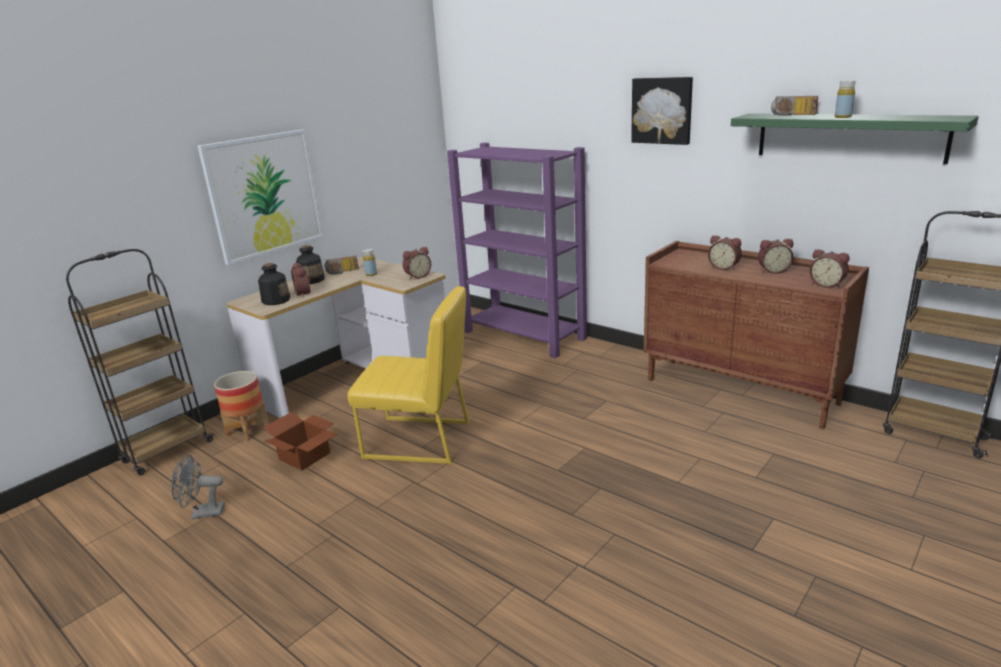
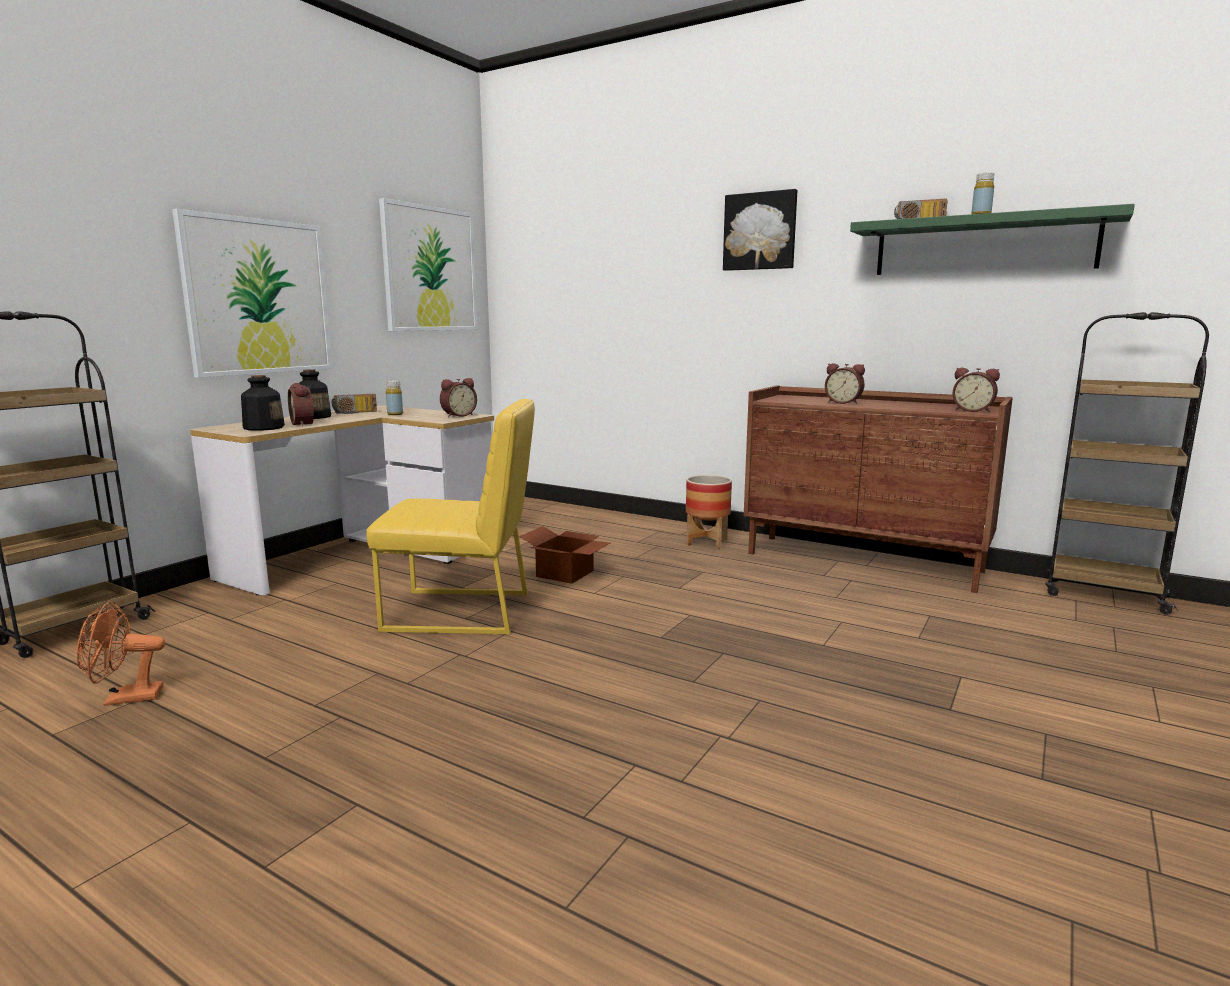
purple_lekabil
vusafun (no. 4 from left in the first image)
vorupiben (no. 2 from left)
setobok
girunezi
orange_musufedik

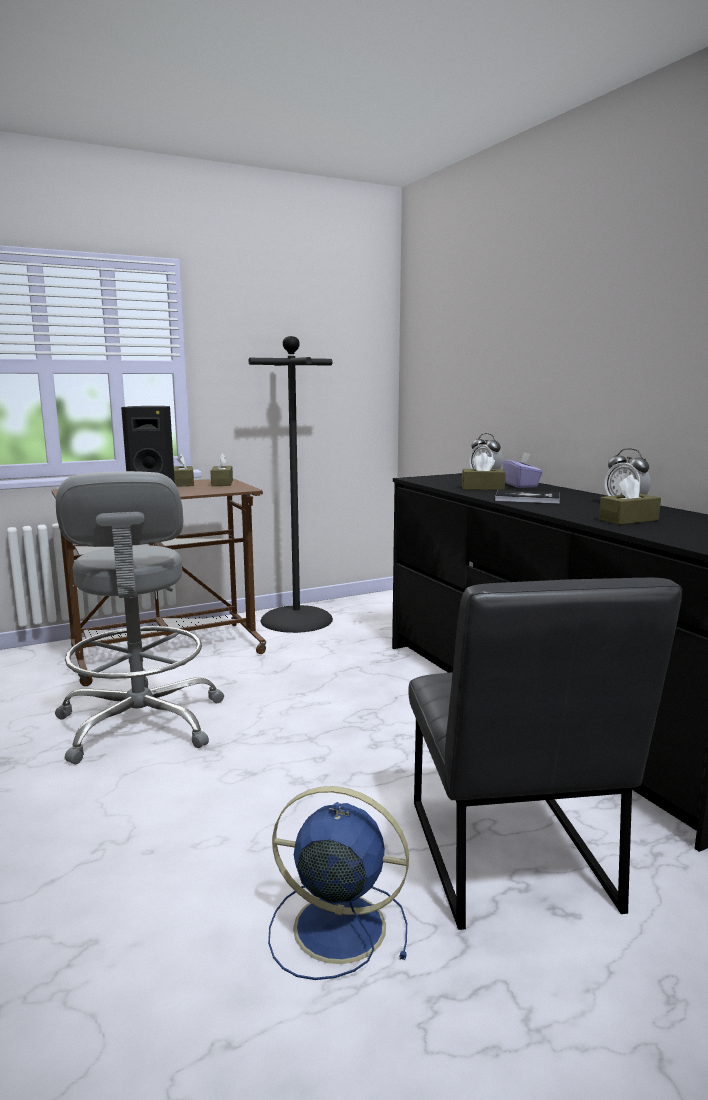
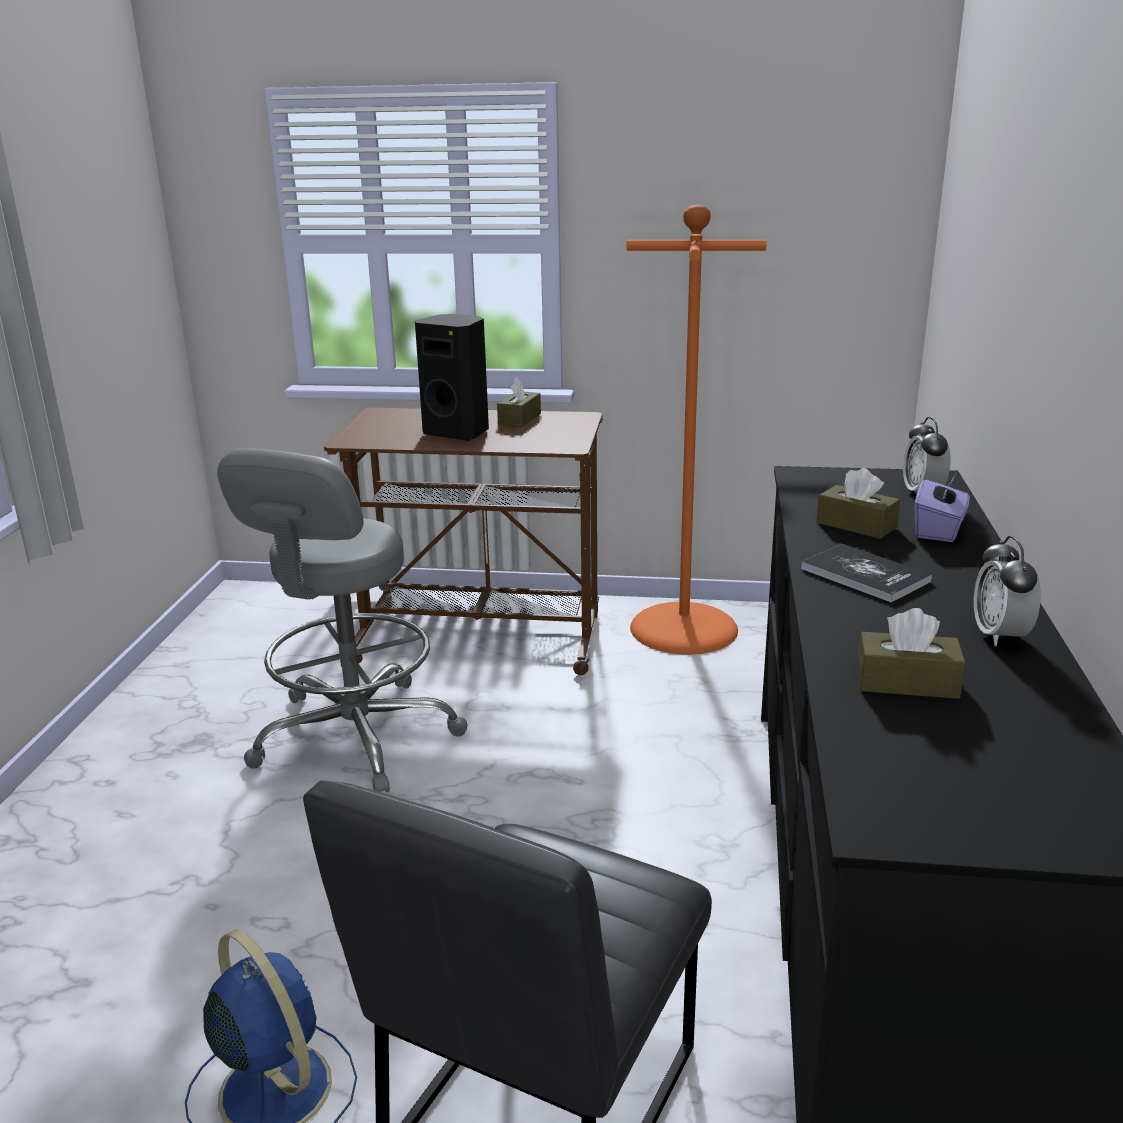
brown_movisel (no. 2 from left in the first image)
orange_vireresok

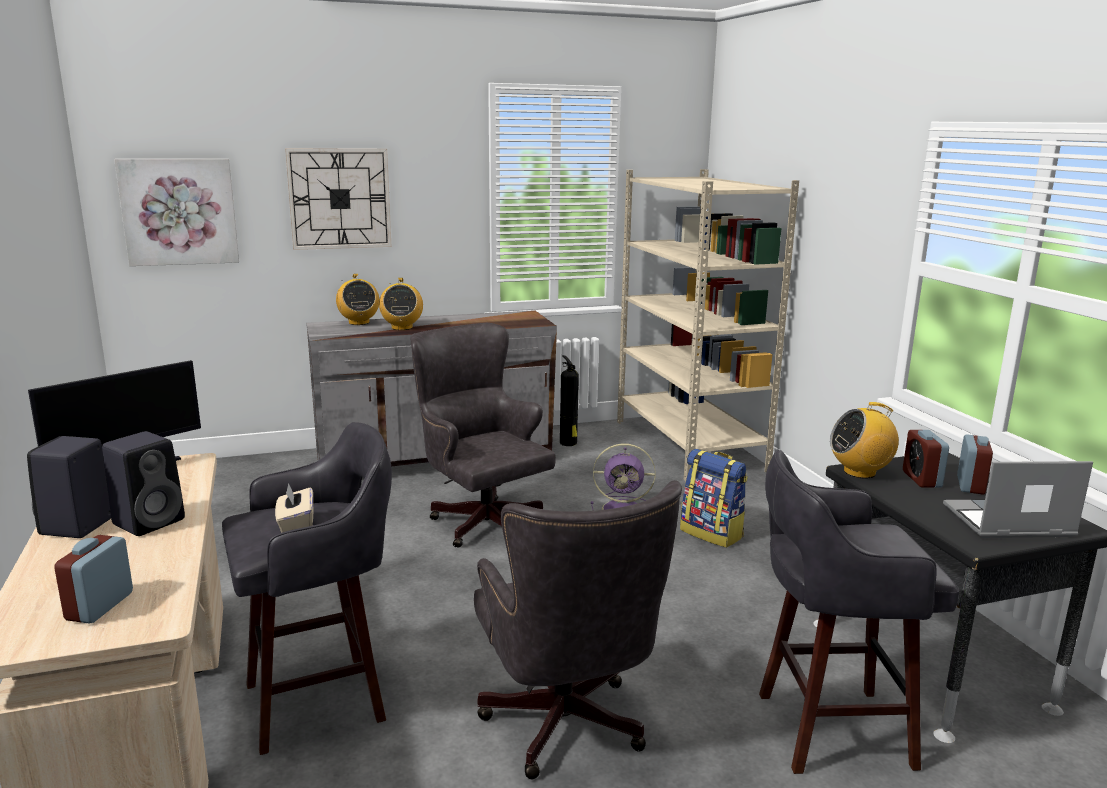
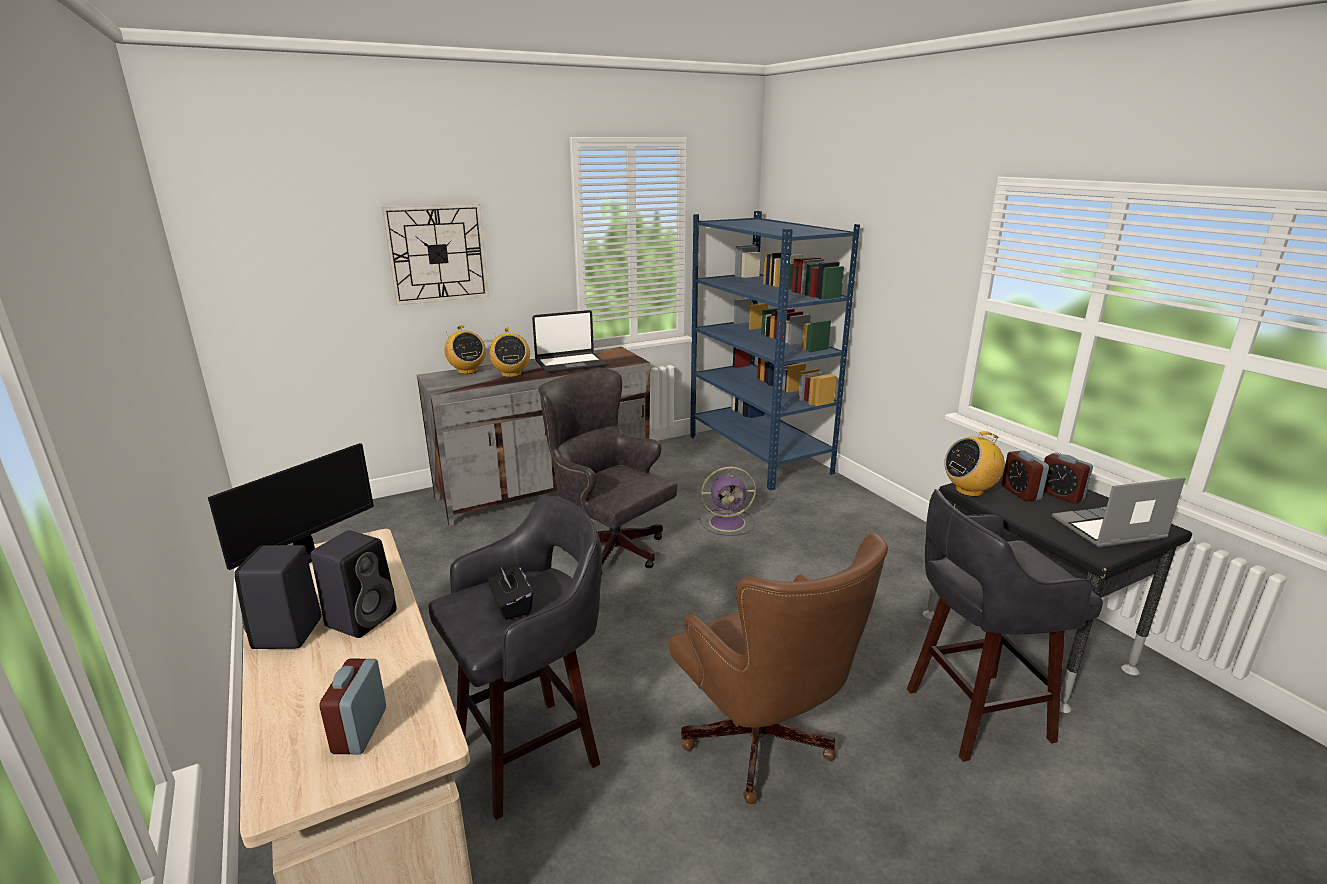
vorupiben
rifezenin
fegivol
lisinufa (no. 1 from left)
black_movisel
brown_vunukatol
blue_lekabil
vusafun (no. 3 from left)

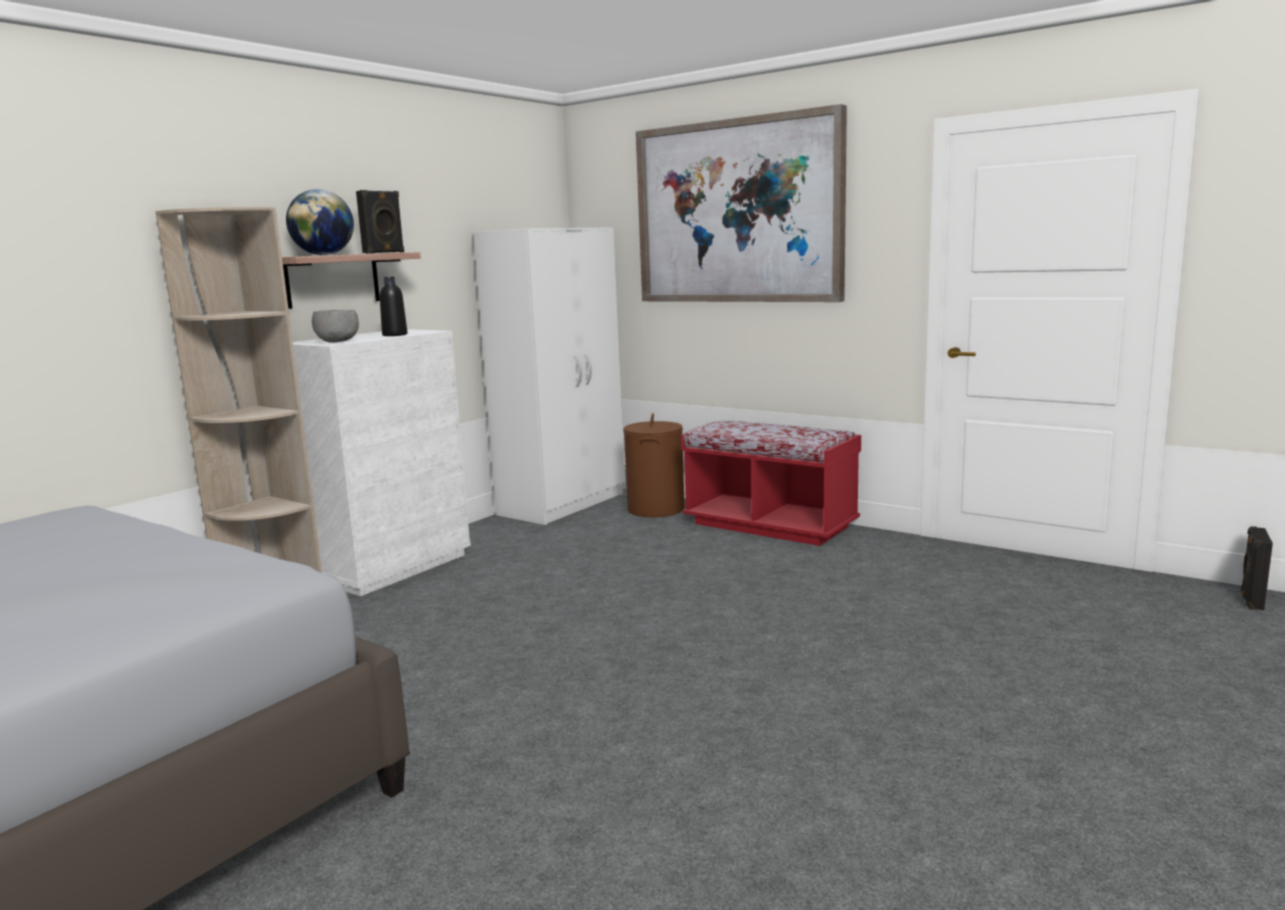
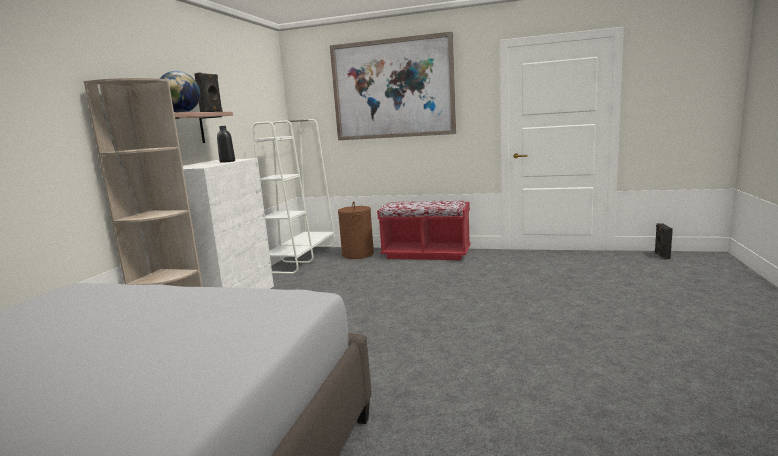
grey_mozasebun
white_vireresok

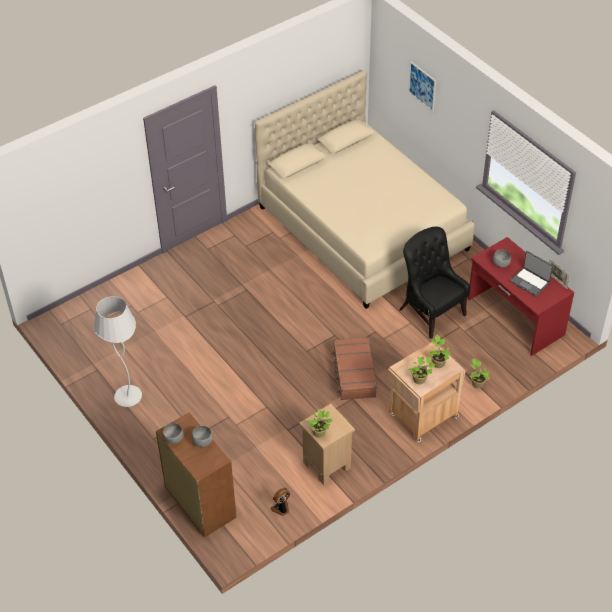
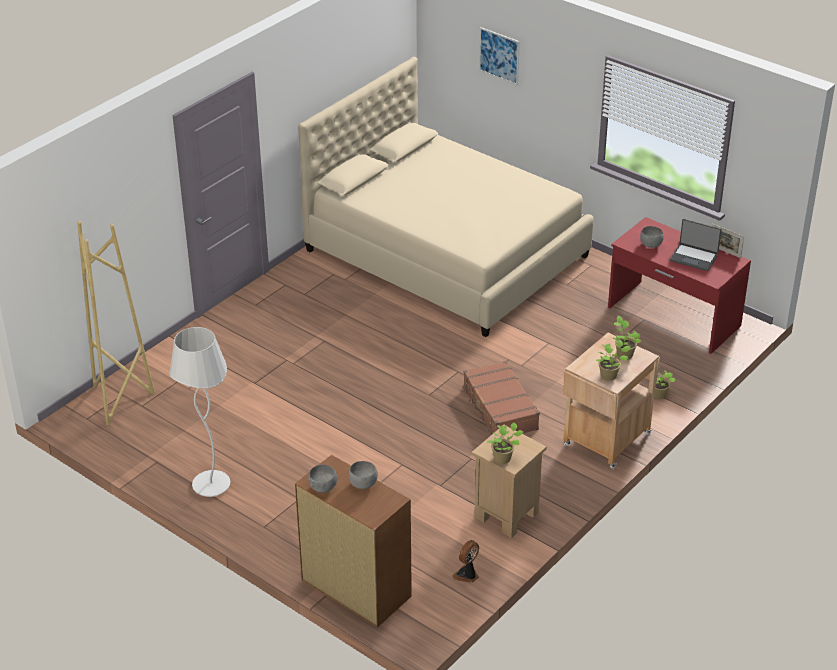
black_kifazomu
yellow_vireresok

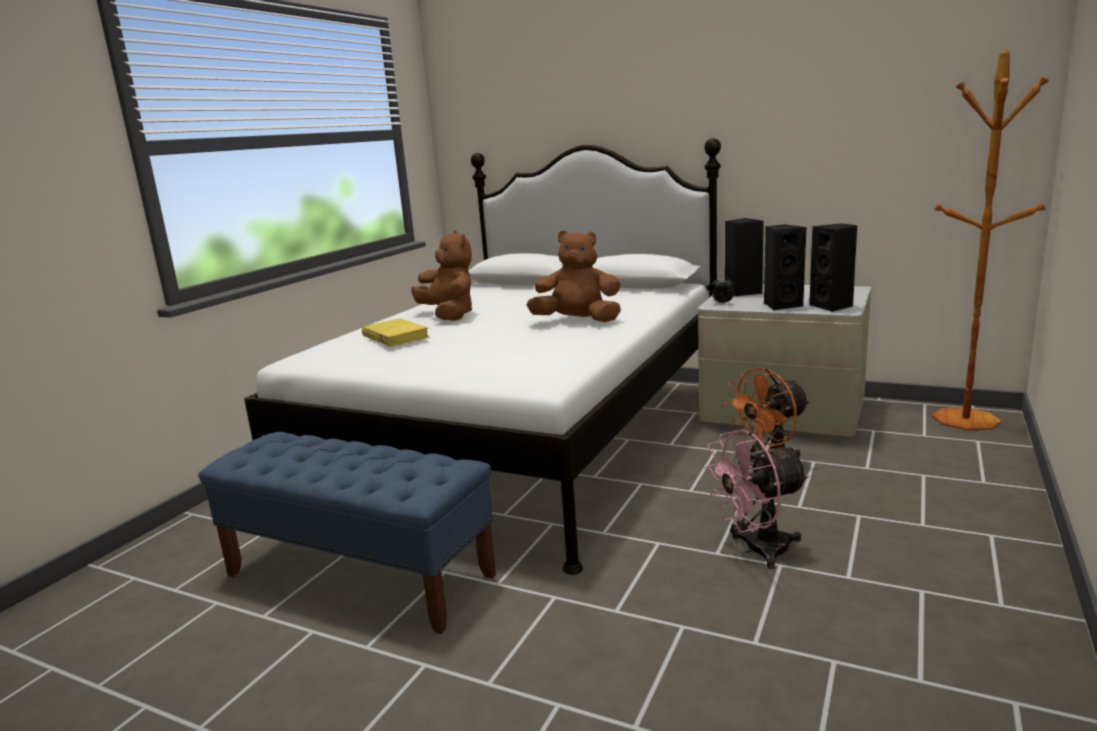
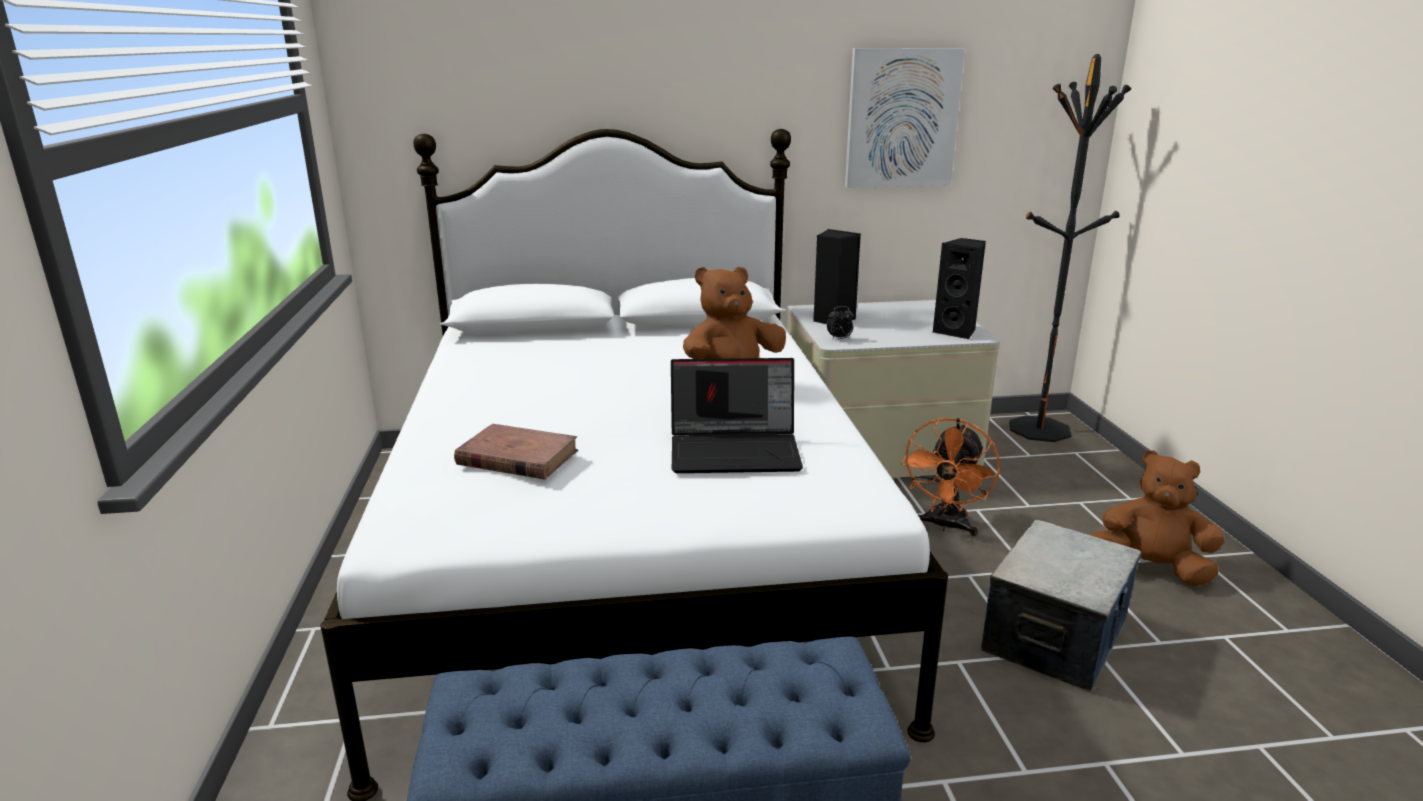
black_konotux (no. 2 from left in the first image)
lisinufa
vorupiben
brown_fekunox (no. 2 from left)
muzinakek
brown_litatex
black_vireresok

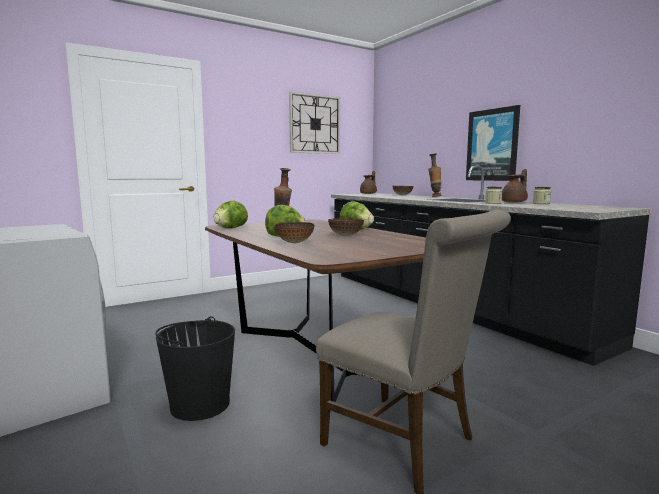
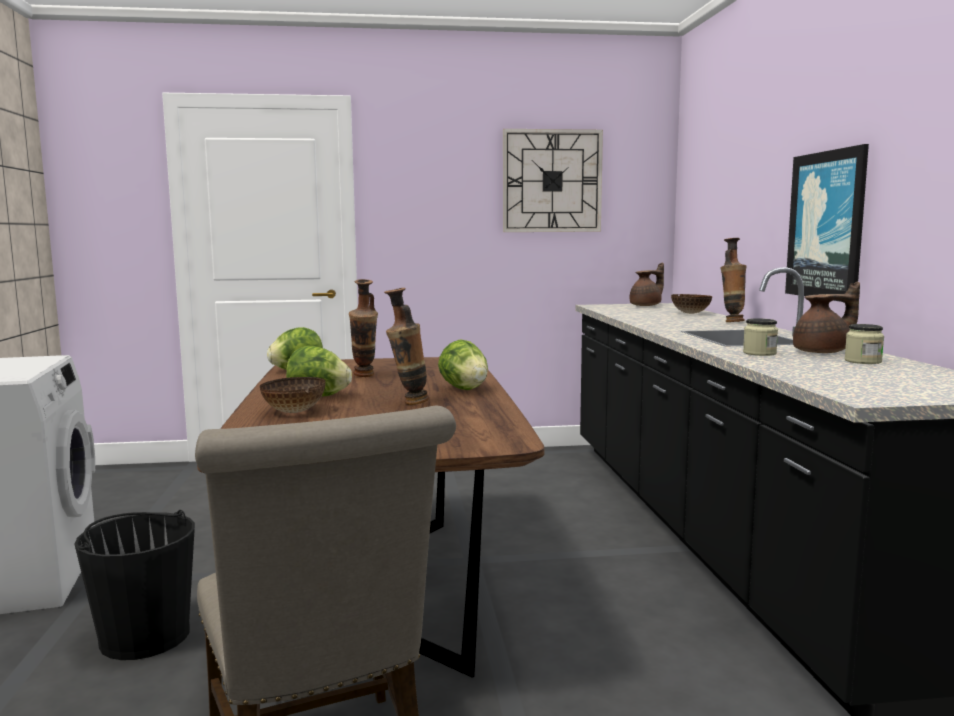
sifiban (no. 2 from left)

